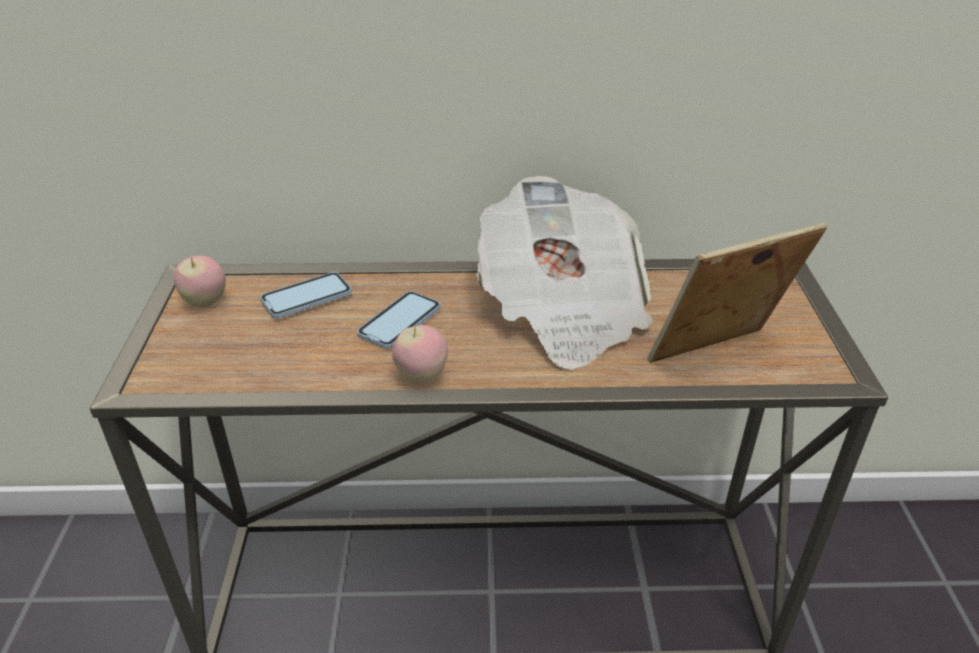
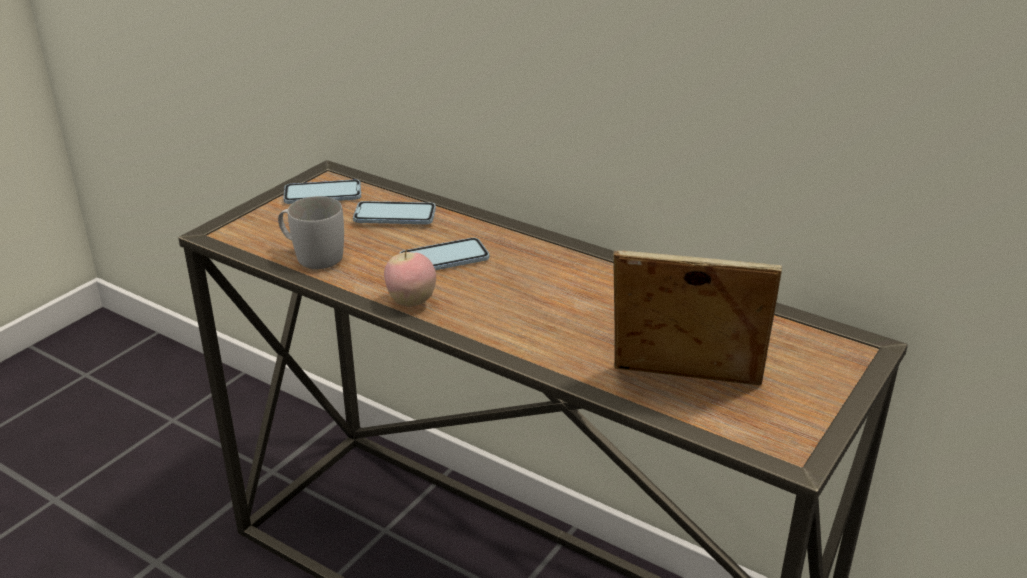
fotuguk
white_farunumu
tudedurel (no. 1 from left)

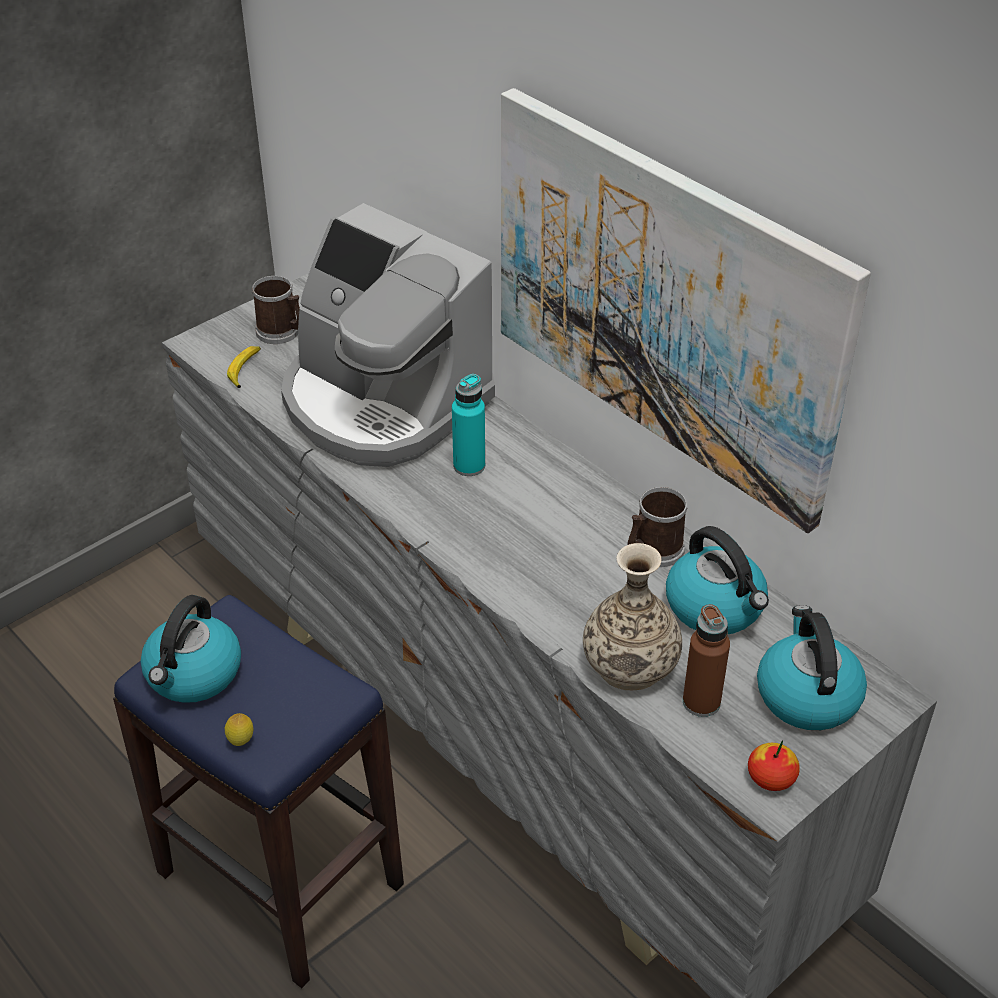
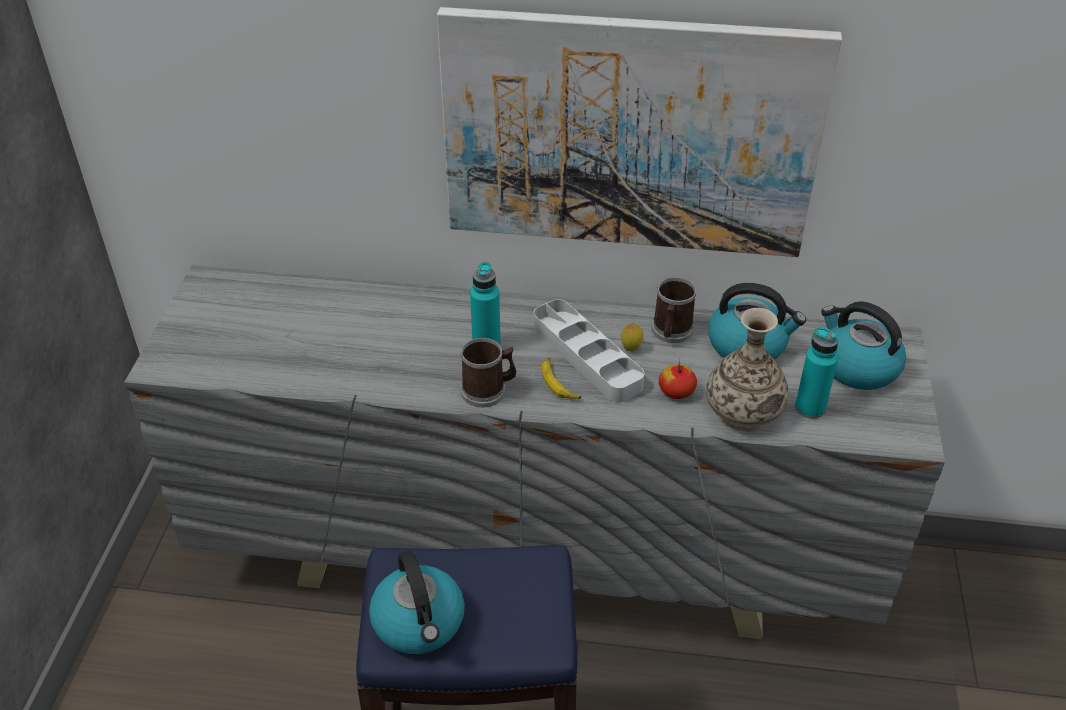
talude
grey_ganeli
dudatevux
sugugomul
farunumu (no. 1 from left)
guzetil
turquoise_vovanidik (no. 2 from left)

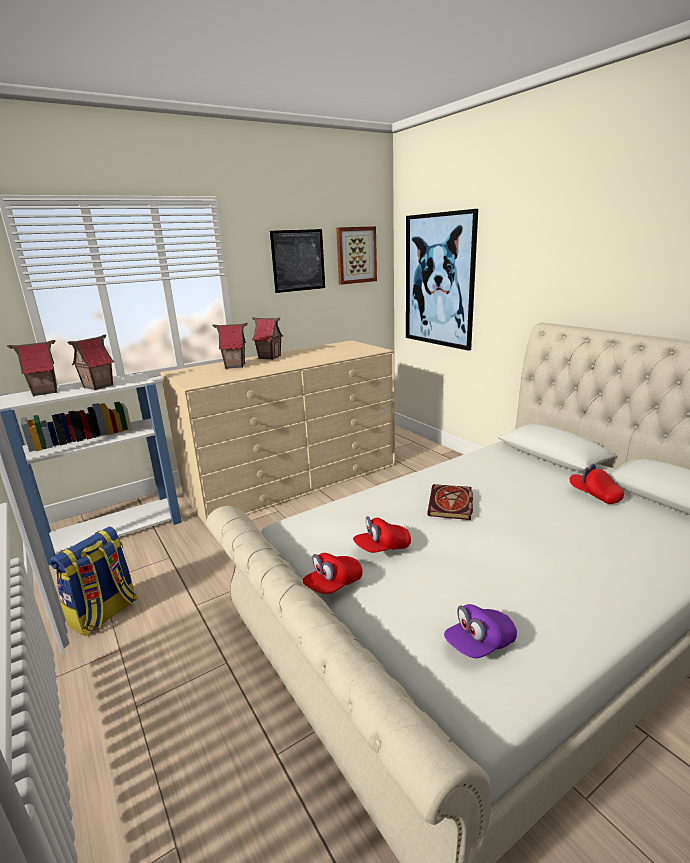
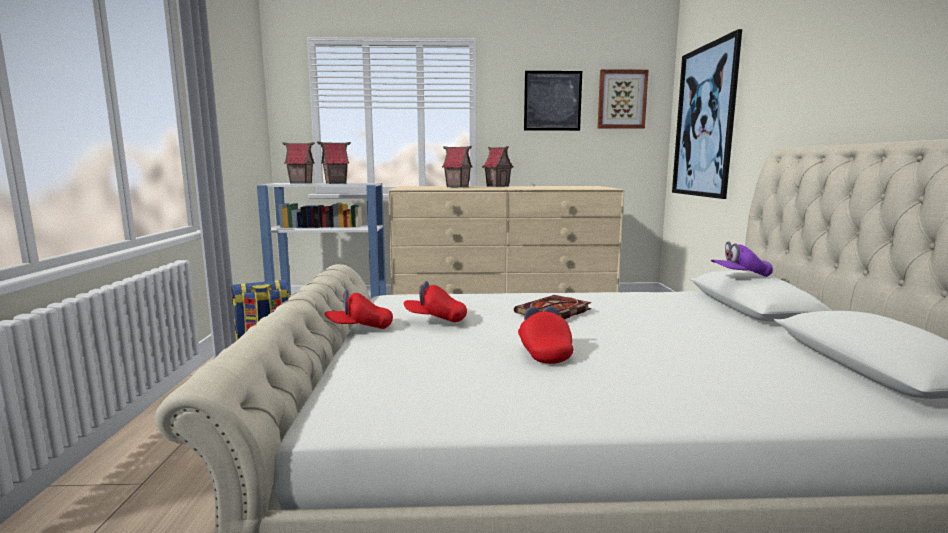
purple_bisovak
red_bisovak (no. 3 from left)

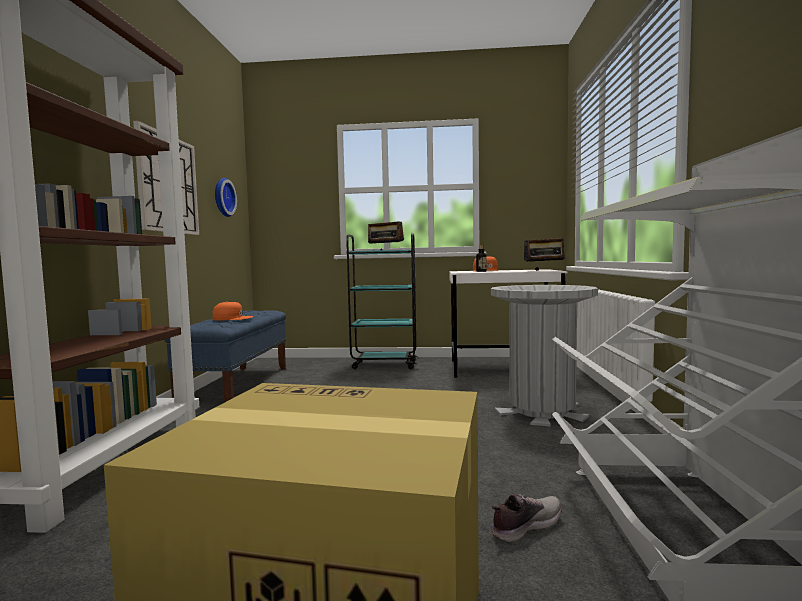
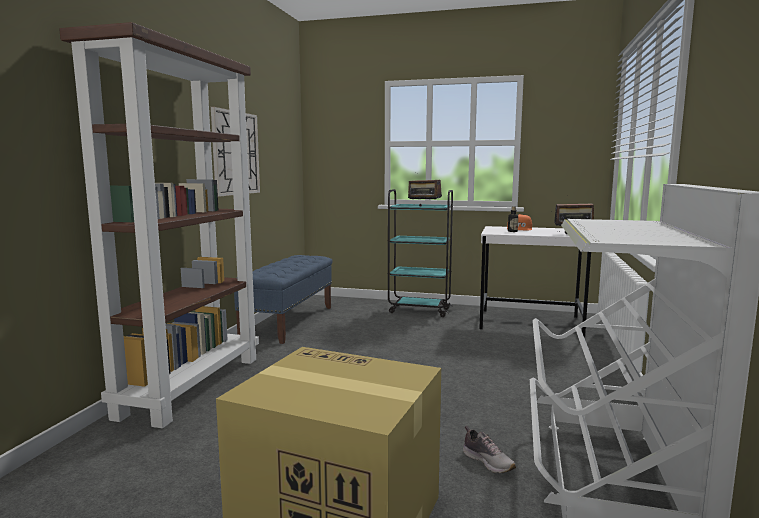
orange_bisovak (no. 1 from left in the first image)
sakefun (no. 2 from left in the first image)
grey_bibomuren
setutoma

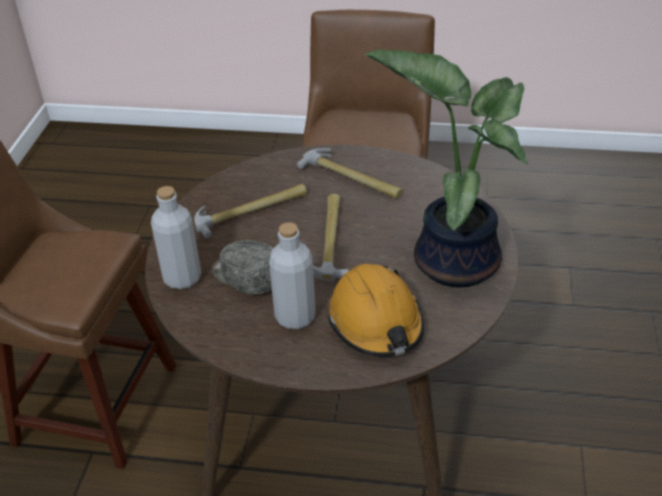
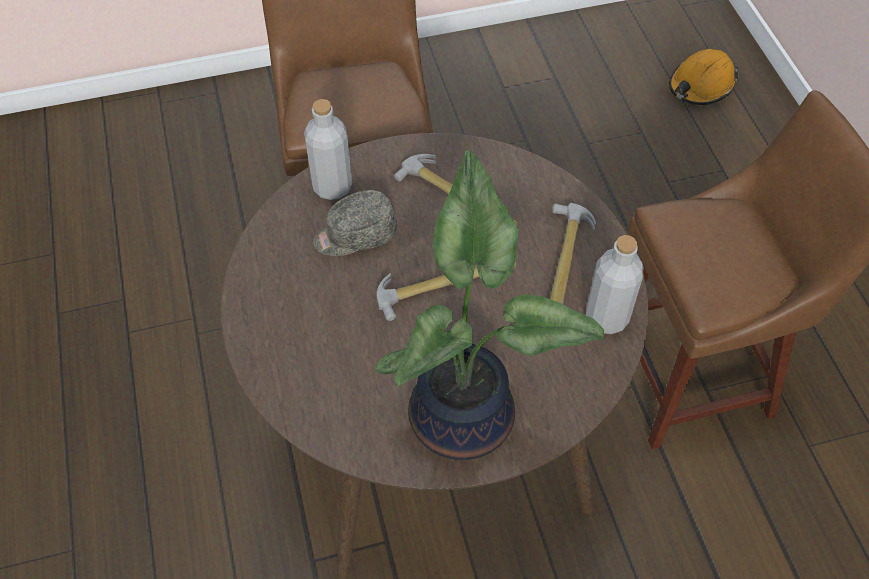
grey_vovanidik (no. 2 from left)
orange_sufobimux
grey_bisovak

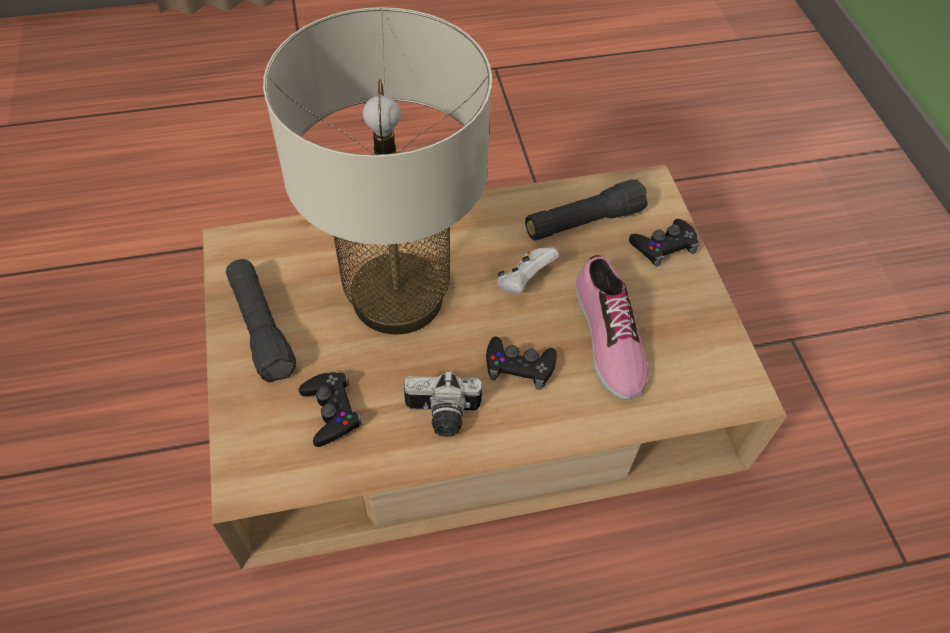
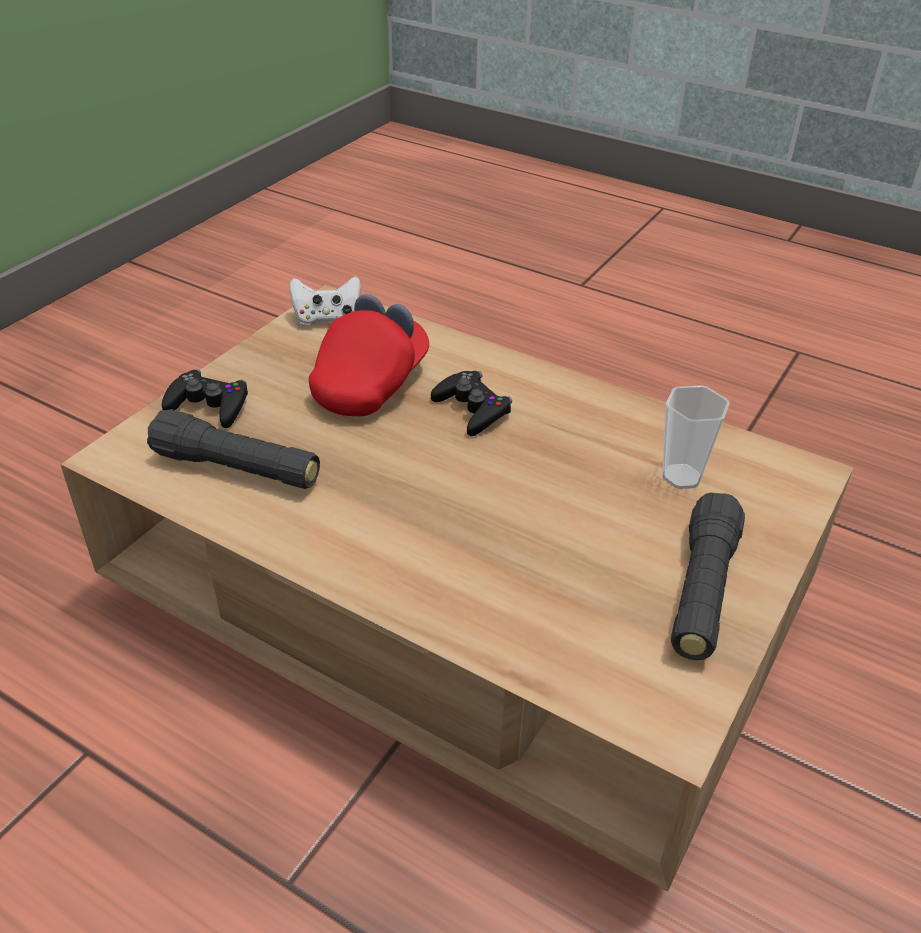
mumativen
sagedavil
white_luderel
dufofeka
red_bisovak

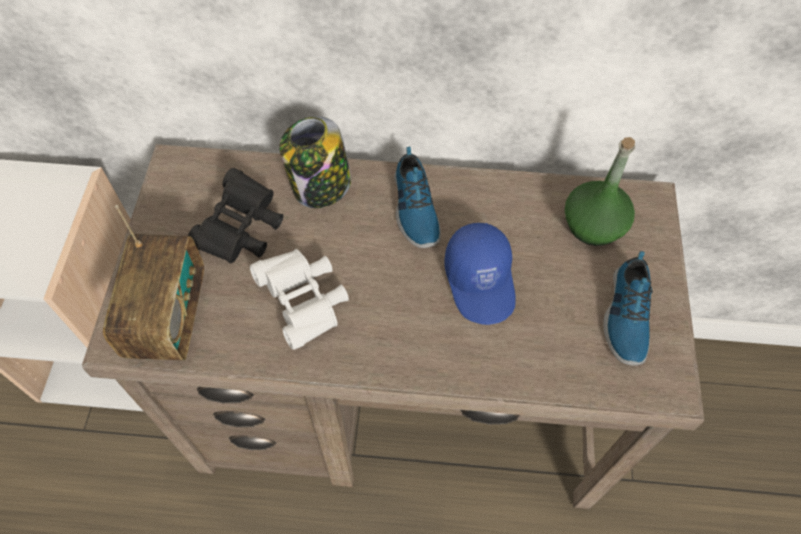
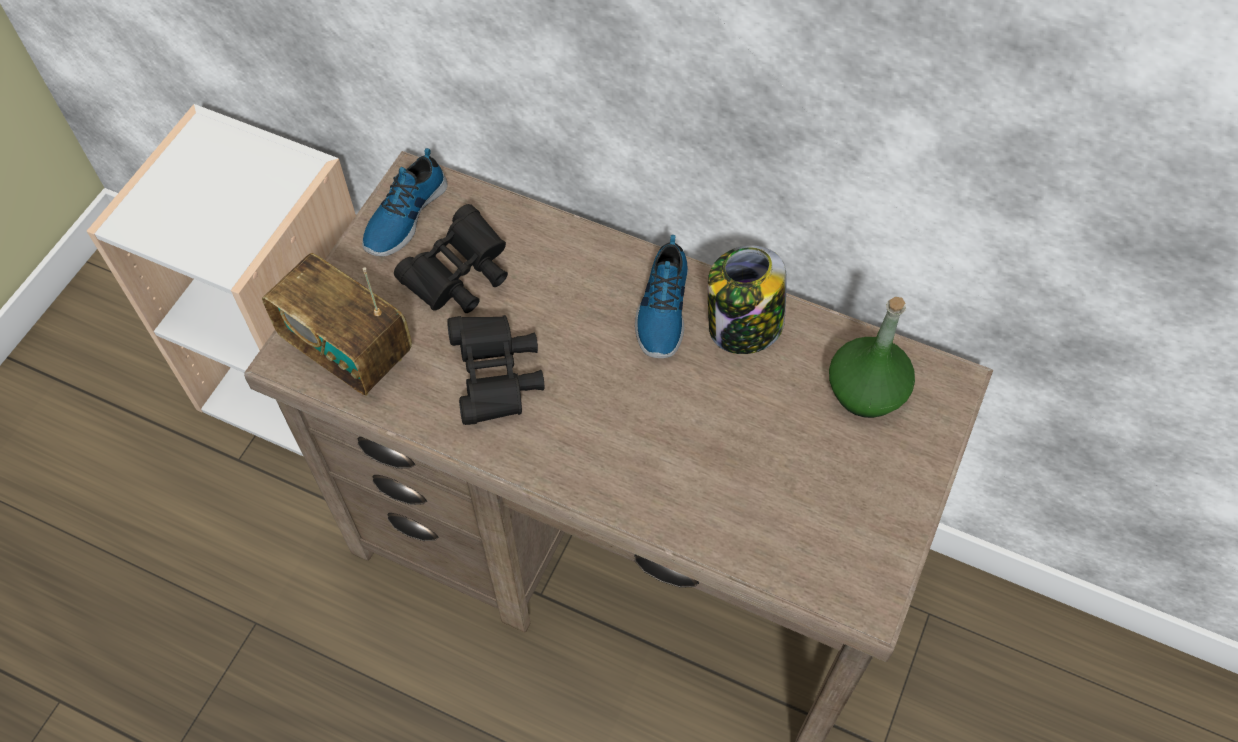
blue_bisovak
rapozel
setutoma (no. 1 from left)
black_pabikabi (no. 2 from left)
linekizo

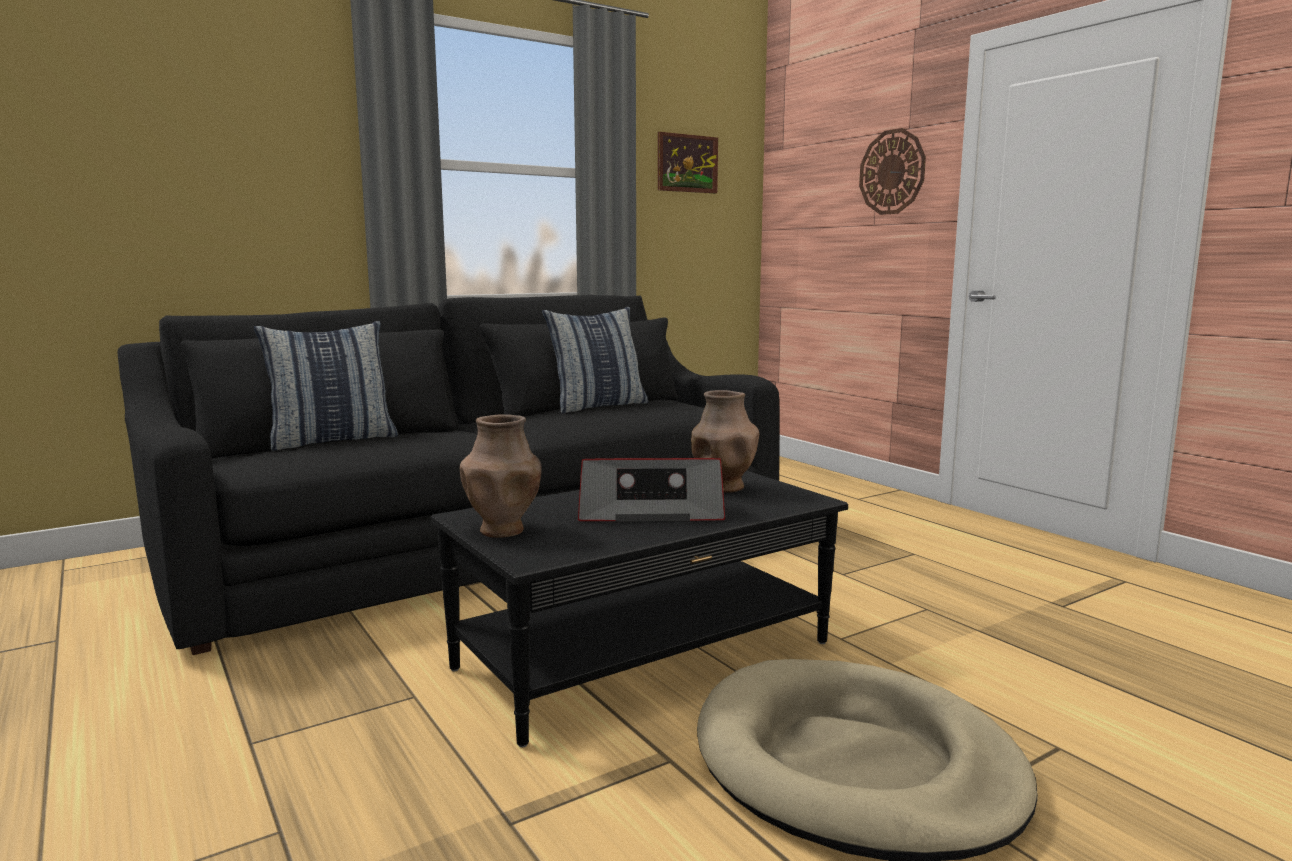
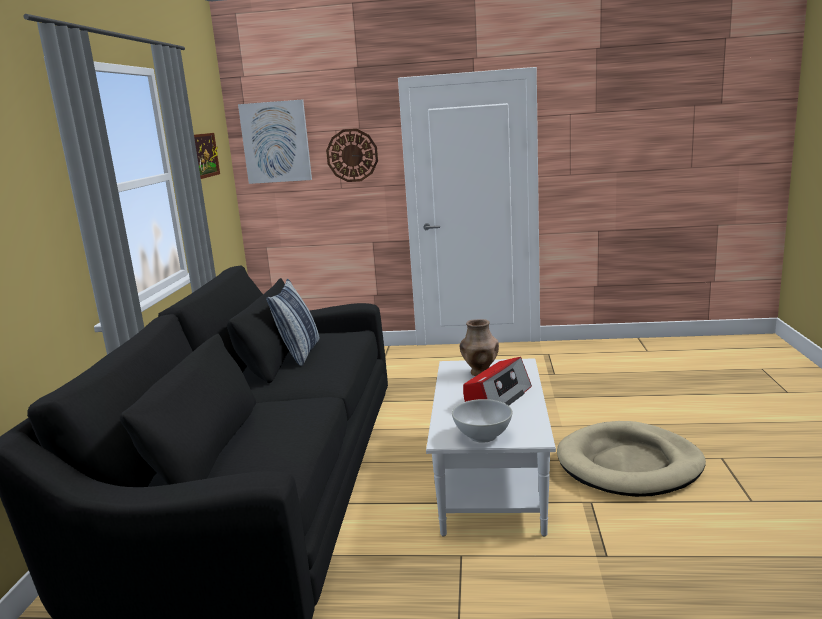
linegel (no. 1 from left in the first image)
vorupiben (no. 2 from left)
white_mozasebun
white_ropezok

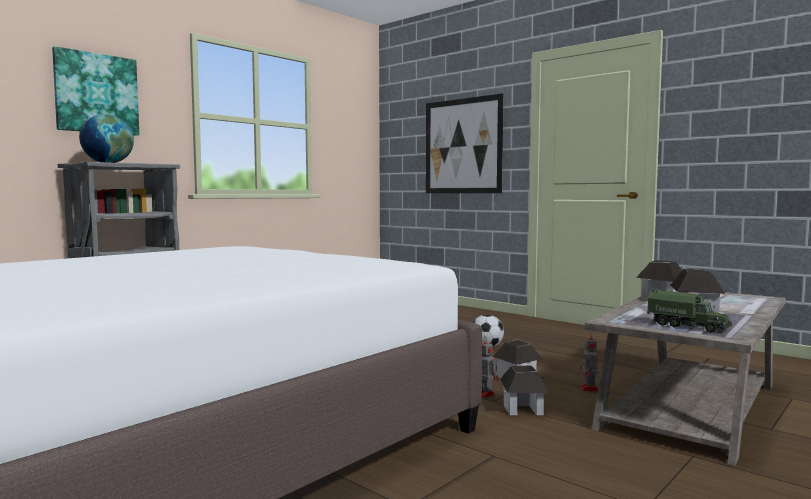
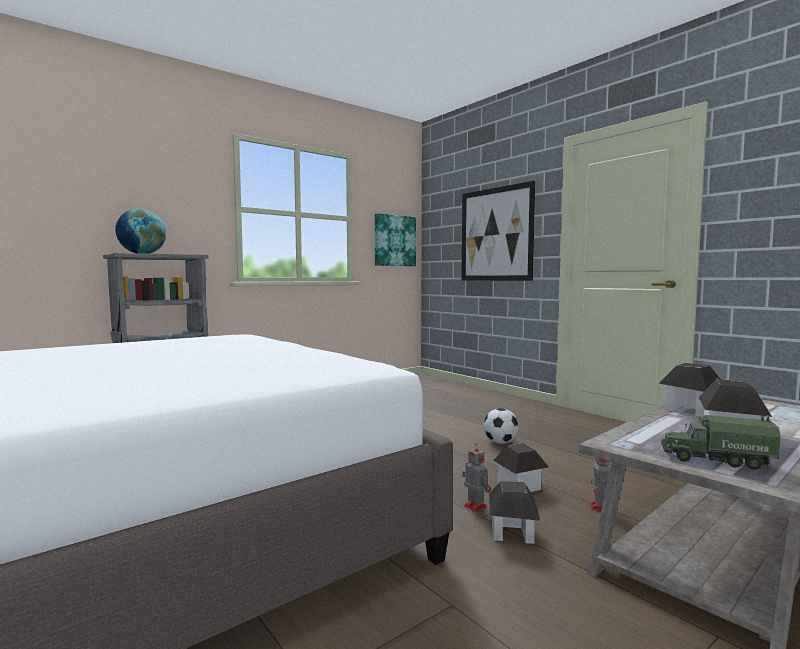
vorupiben (no. 1 from left)
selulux

